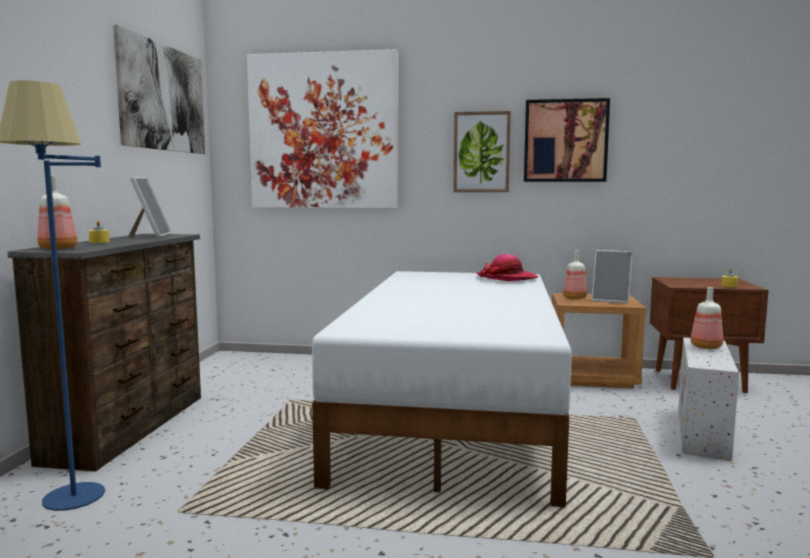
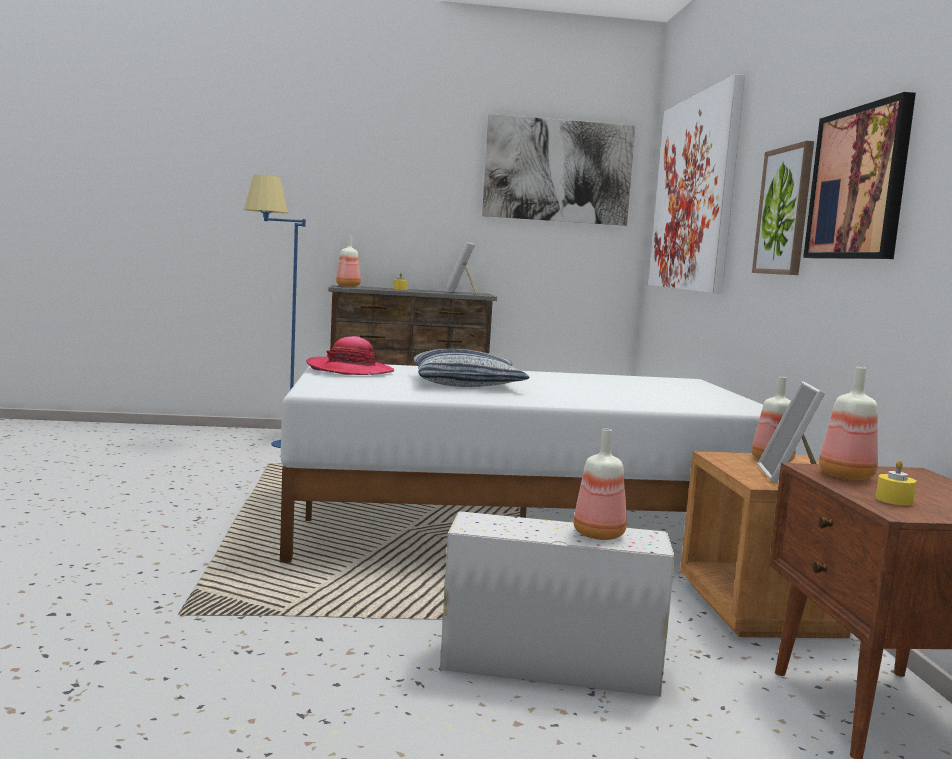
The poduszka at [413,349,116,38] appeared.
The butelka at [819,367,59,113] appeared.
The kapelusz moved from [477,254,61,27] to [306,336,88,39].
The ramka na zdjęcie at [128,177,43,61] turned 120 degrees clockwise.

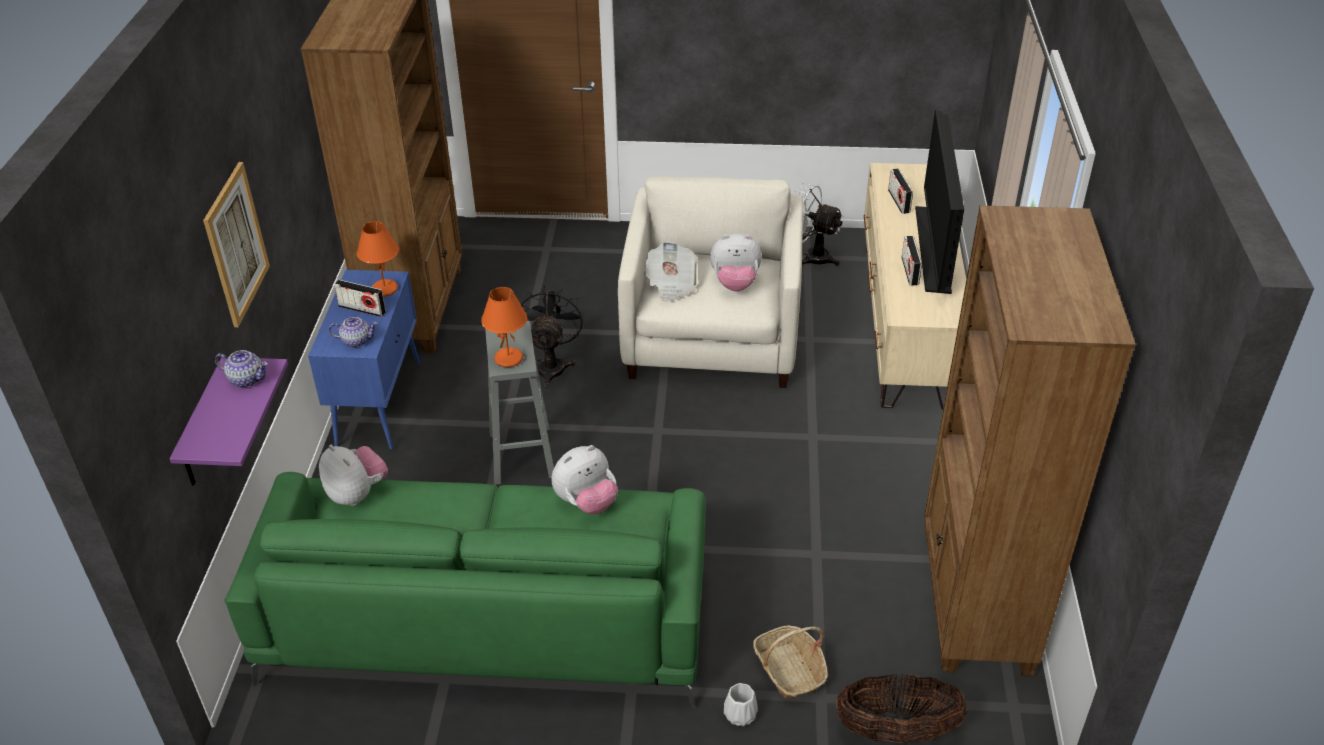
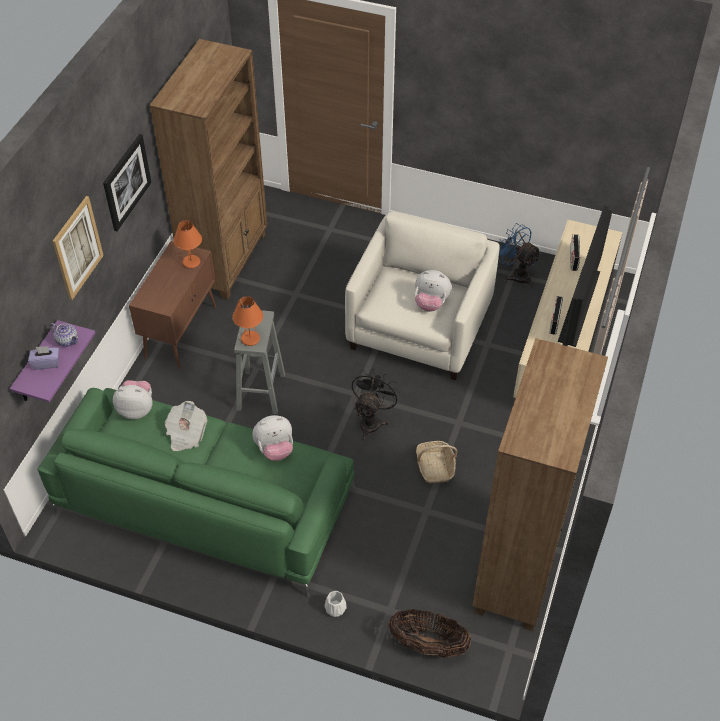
The imbryk at [329,317,49,30] disappeared.
The radio at [334,280,52,37] disappeared.
The pudełko chusteczek (fioletowy) at [28,346,31,24] appeared.
The obraz at [103,134,49,97] appeared.
The wentylator (czarny) moved from [521,285,63,103] to [352,368,49,72].
The gazeta moved from [644,241,54,61] to [165,401,42,50].
The koszyk moved from [753,625,75,74] to [416,441,41,42].
The szafka (niebieski) at [308,270,113,180] became the szafka (brązowy) at [129,241,87,128].
The wentylator (biały) at [794,183,50,83] became the wentylator (niebieski) at [498,223,43,64].
The pluszak at [319,445,69,61] turned 60 degrees counterclockwise.

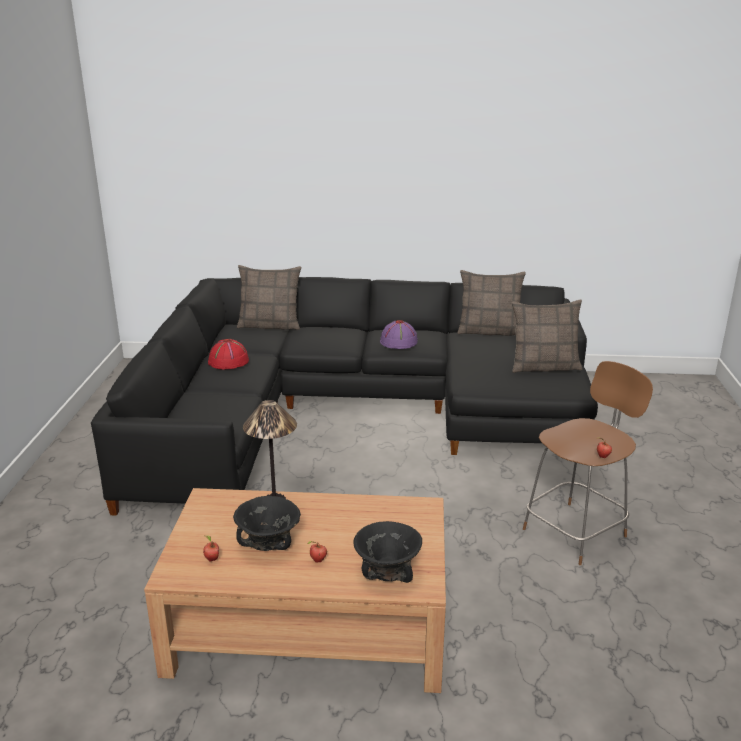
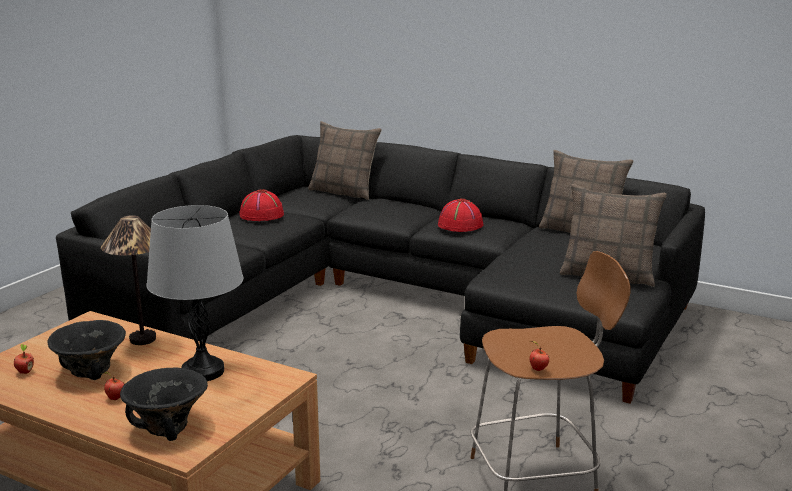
The lampa stołowa (szary) at [147,205,97,176] appeared.
The kapelusz (fioletowy) at [380,320,38,29] became the kapelusz (czerwony) at [438,199,45,33].

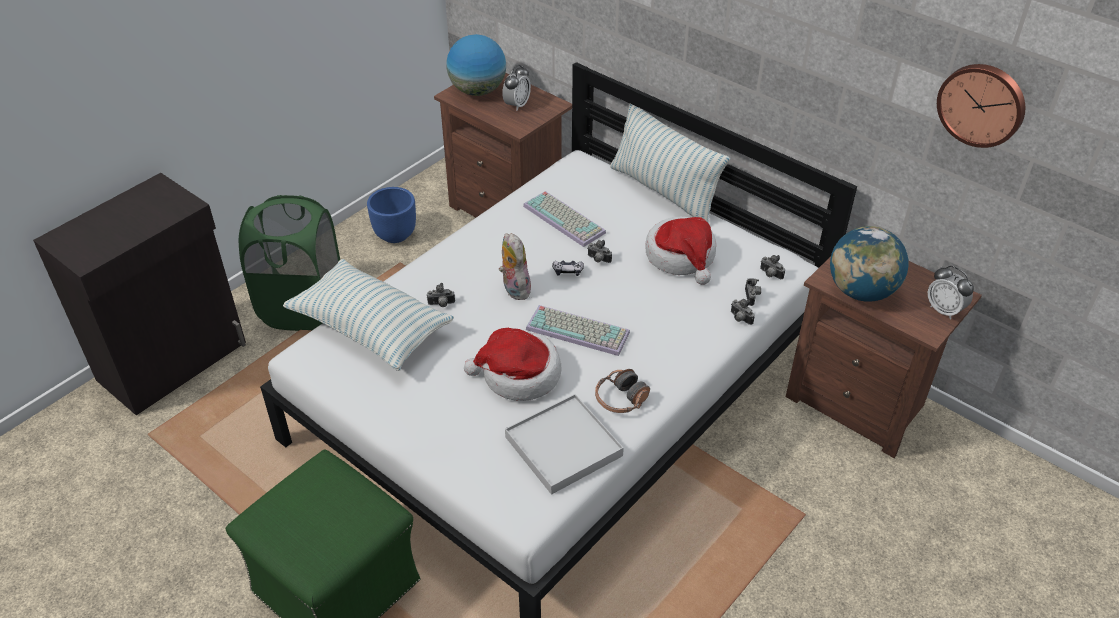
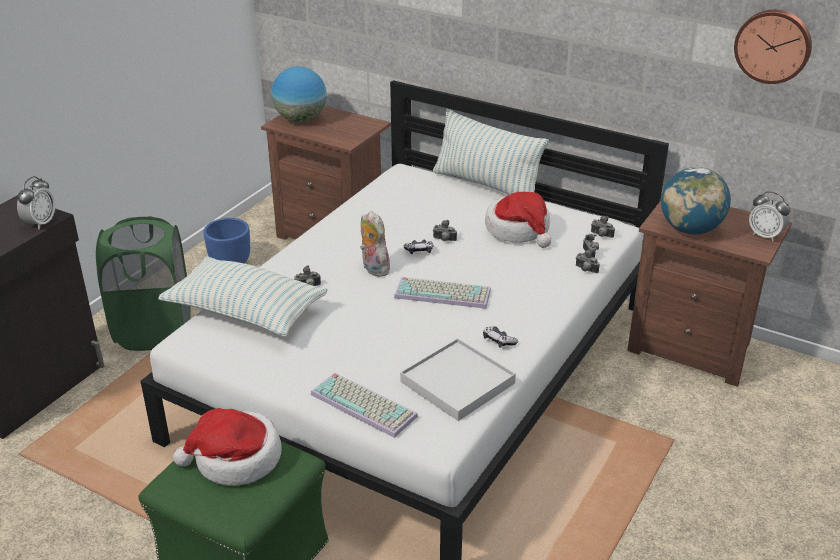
The kapelusz moved from [464,328,97,73] to [173,408,109,78].
The budzik moved from [502,65,29,46] to [17,176,38,54].
The klawiatura moved from [523,191,83,56] to [311,373,107,65].
The słuchawki at [595,369,55,44] was replaced by the pad do gier at [483,326,35,22].

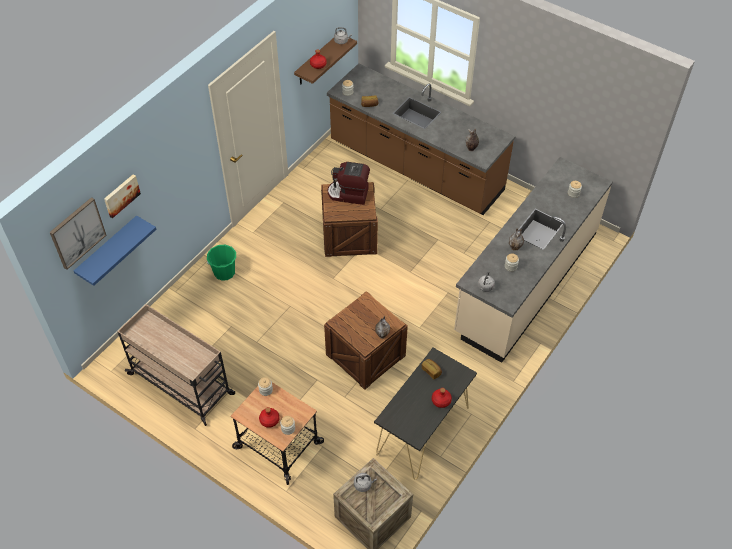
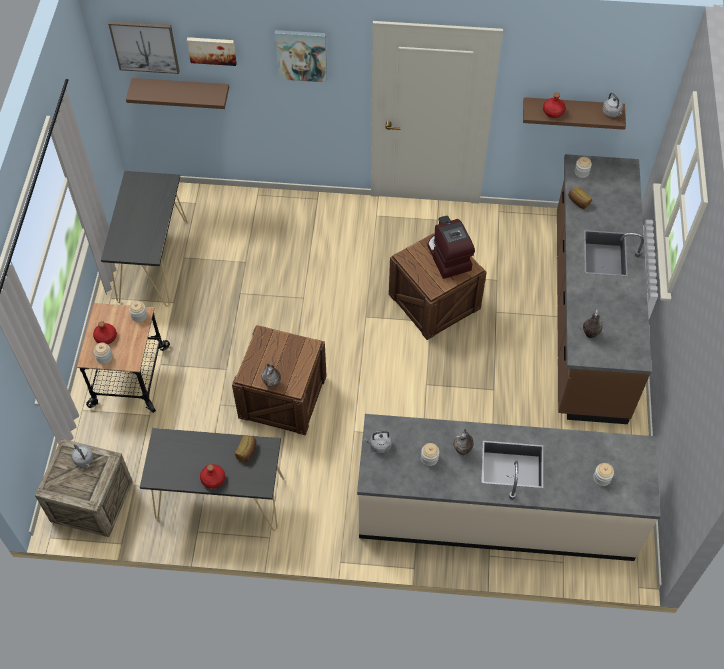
The wiadro (zielony) at [207,244,29,37] disappeared.
The obraz at [275,30,52,53] appeared.
The wózek (beżowy) at [117,304,118,122] was replaced by the stolik konsolowy (czarny) at [101,171,87,136].
The półka (niebieski) at [74,215,82,71] became the półka (brązowy) at [126,78,103,31].

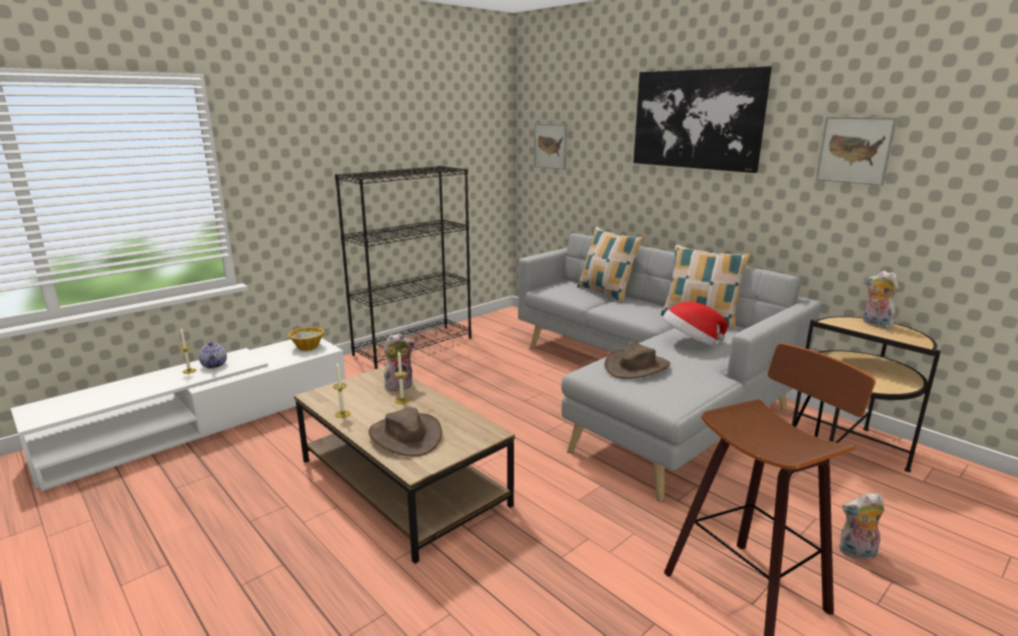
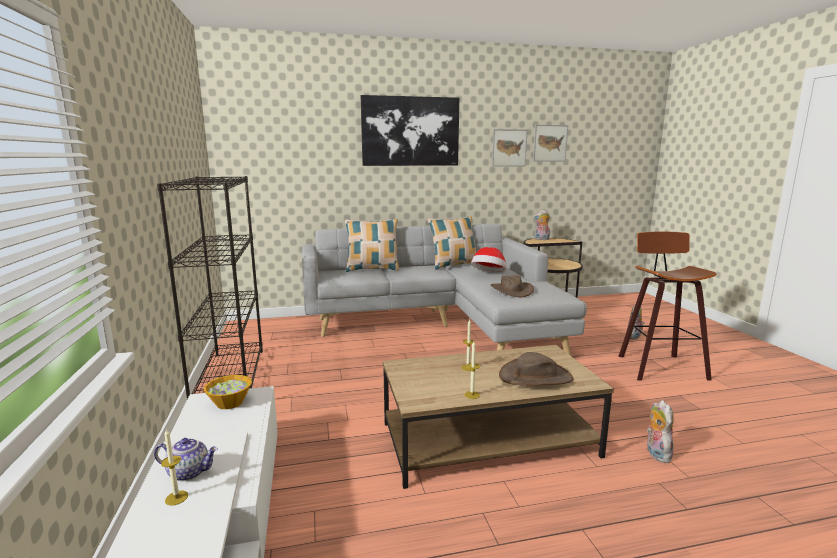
The pluszak moved from [384,333,31,58] to [647,400,27,63].
The obraz moved from [534,123,33,47] to [533,125,35,36].

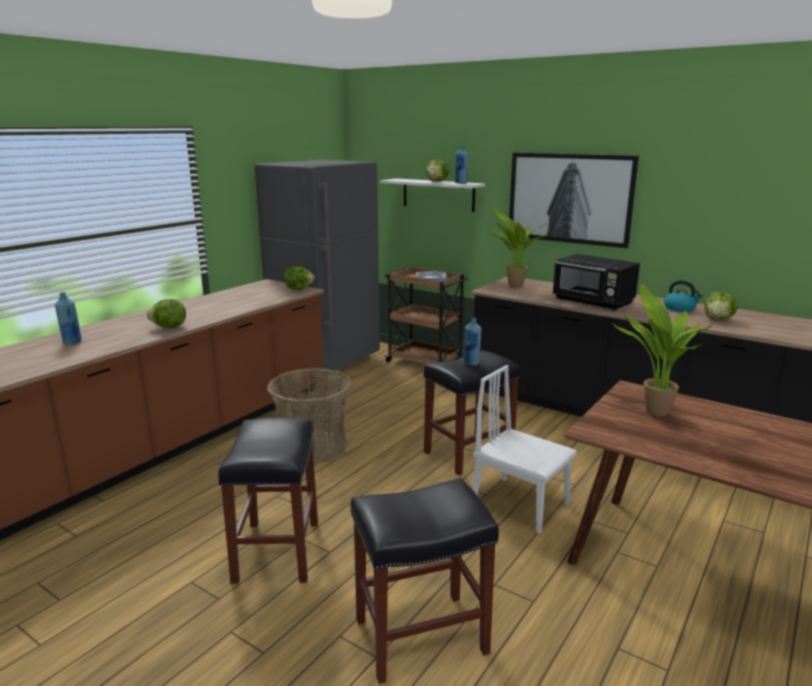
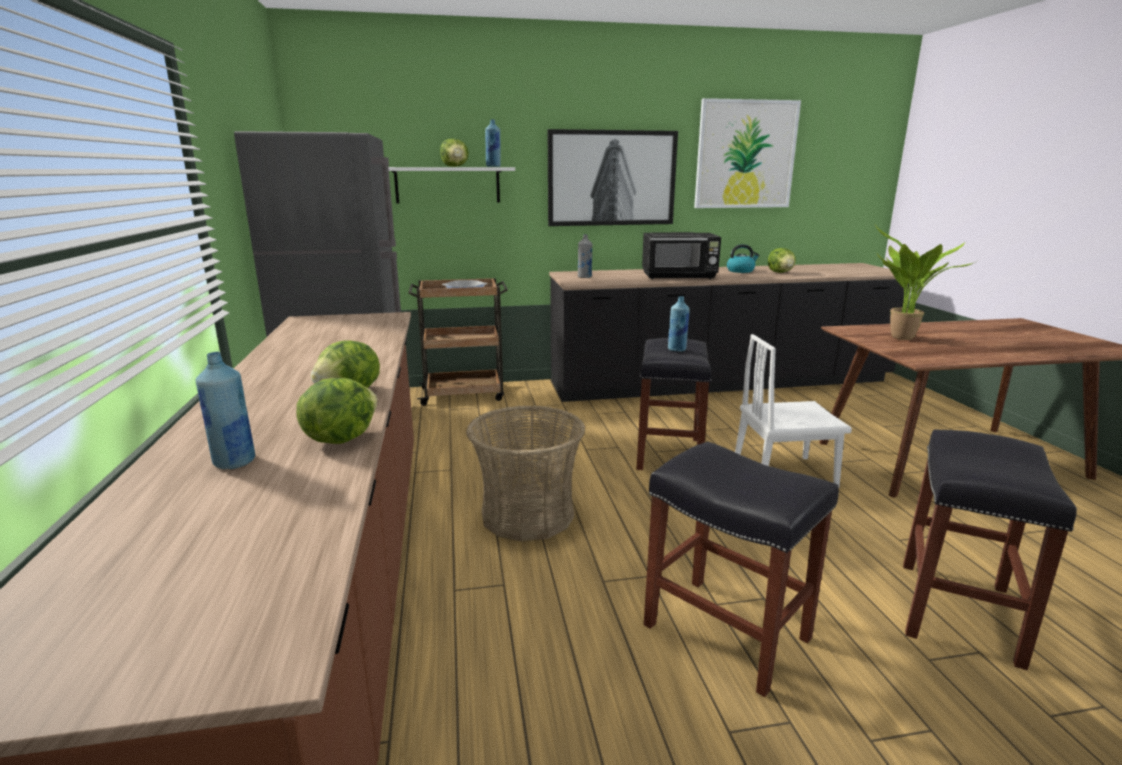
The obraz at [694,98,107,110] appeared.
The sałata moved from [284,266,31,24] to [297,378,81,66].
The roślina doniczkowa at [488,207,60,80] was replaced by the butelka (szary) at [578,234,14,44].

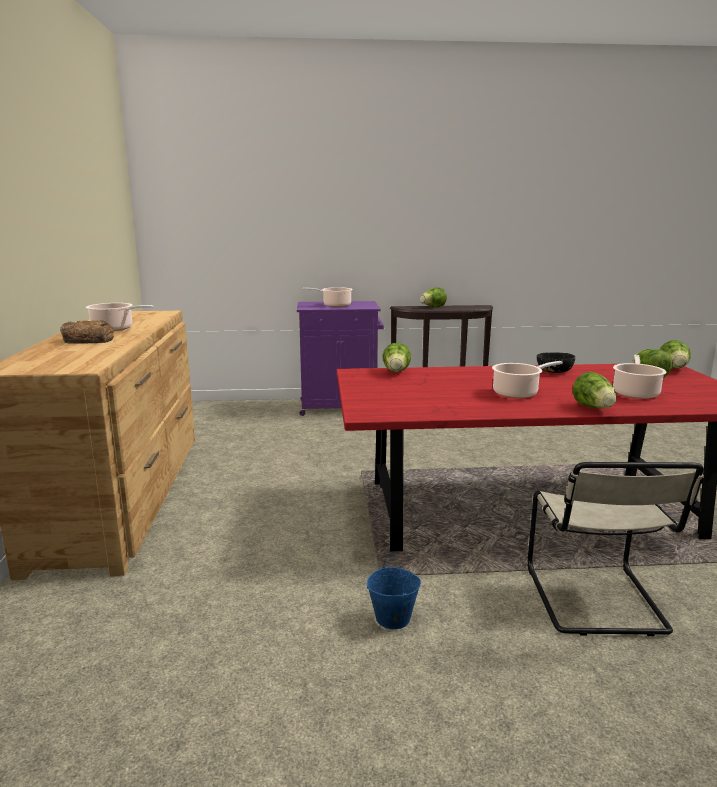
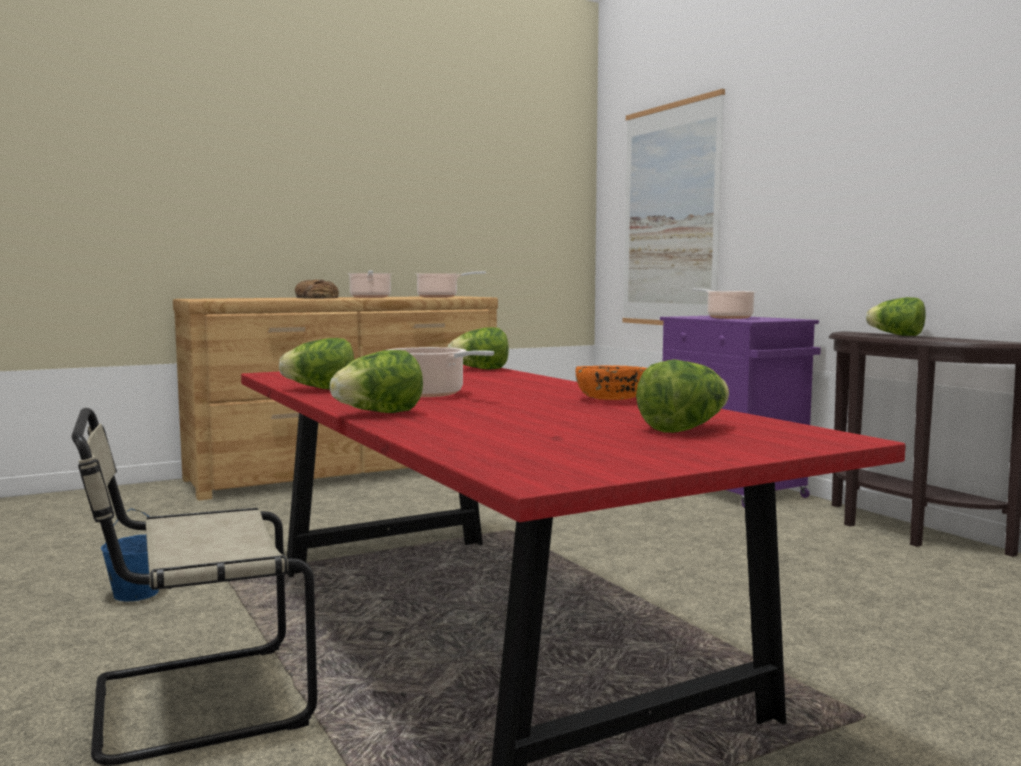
The obraz at [622,89,103,236] appeared.
The garnek moved from [613,355,53,44] to [417,271,69,27].
The sałata moved from [660,340,31,29] to [279,338,75,52].
The miska (czarny) at [537,352,38,21] became the miska (pomarańczowy) at [576,365,71,35].

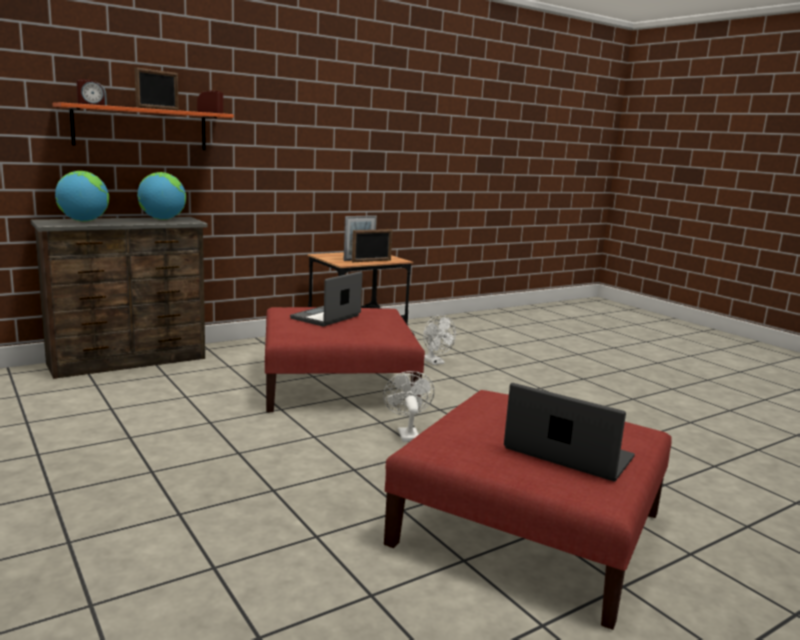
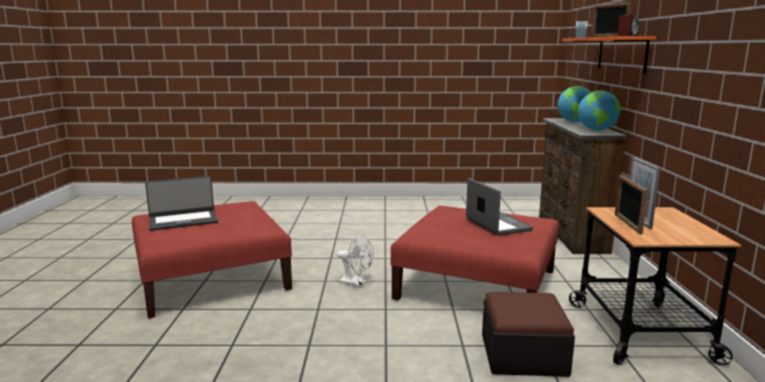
The wentylator (biały) at [423,315,33,50] was replaced by the pufa at [482,292,93,85].

